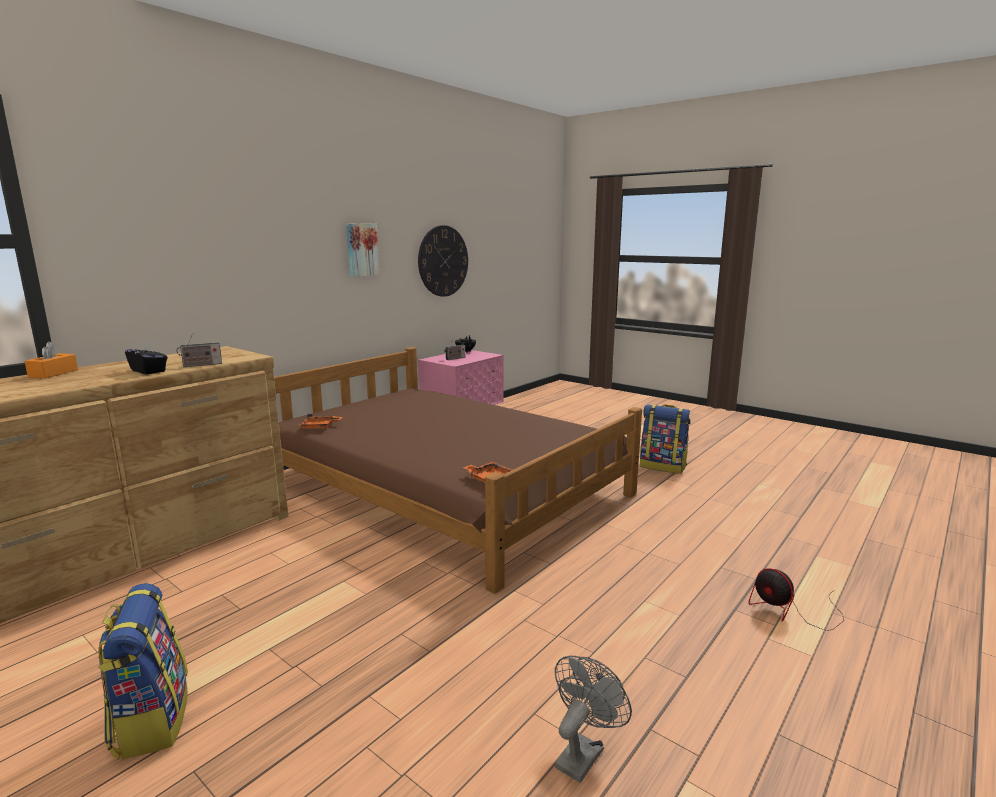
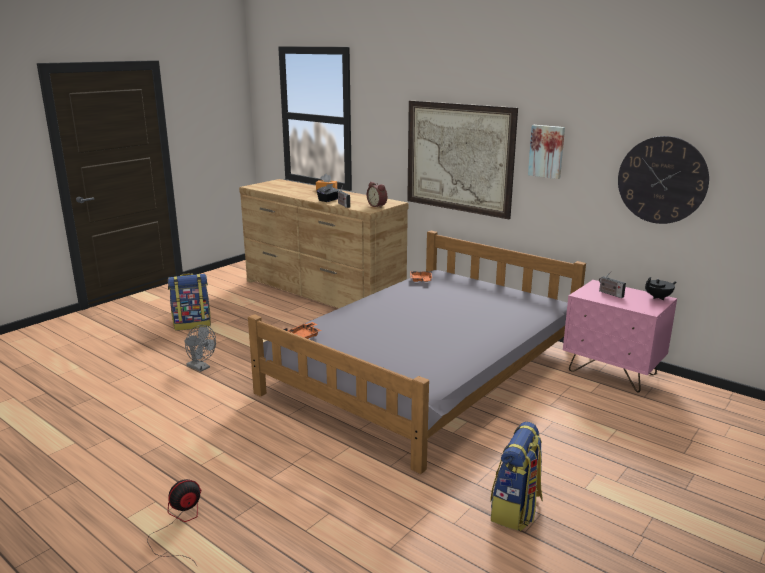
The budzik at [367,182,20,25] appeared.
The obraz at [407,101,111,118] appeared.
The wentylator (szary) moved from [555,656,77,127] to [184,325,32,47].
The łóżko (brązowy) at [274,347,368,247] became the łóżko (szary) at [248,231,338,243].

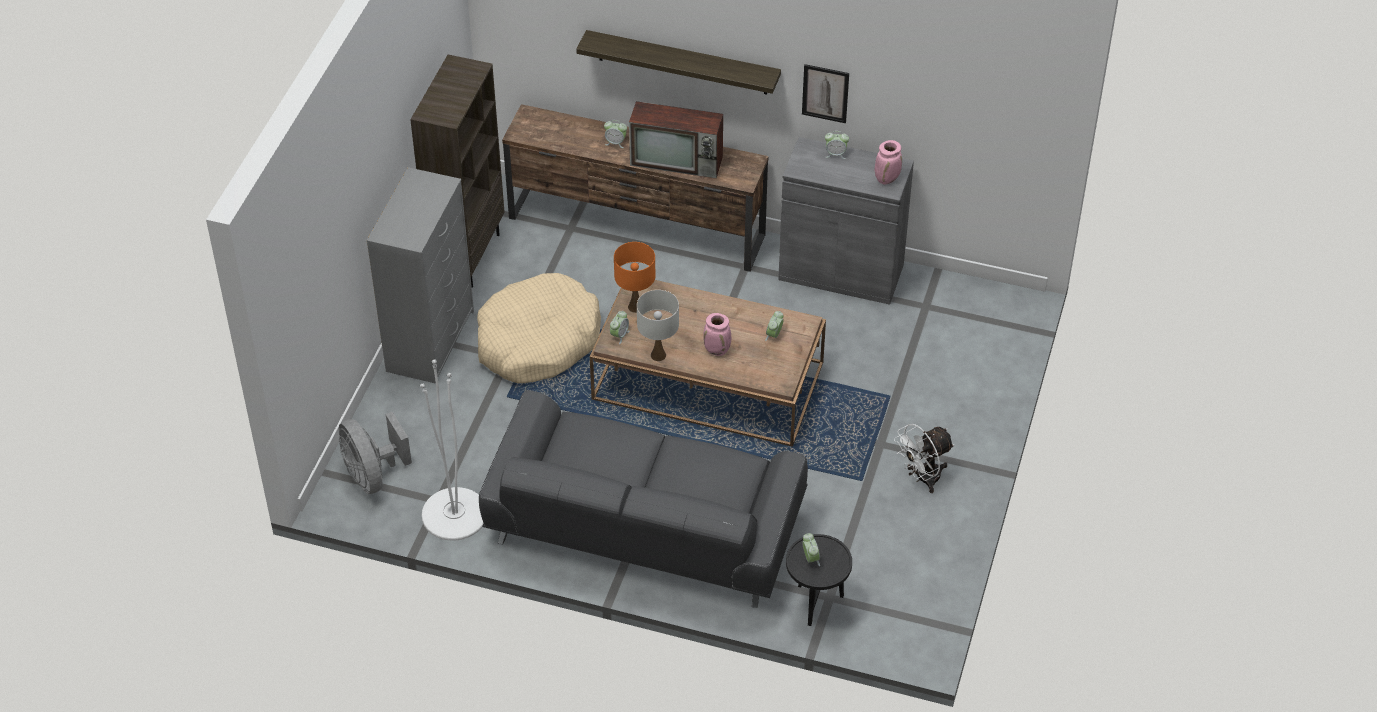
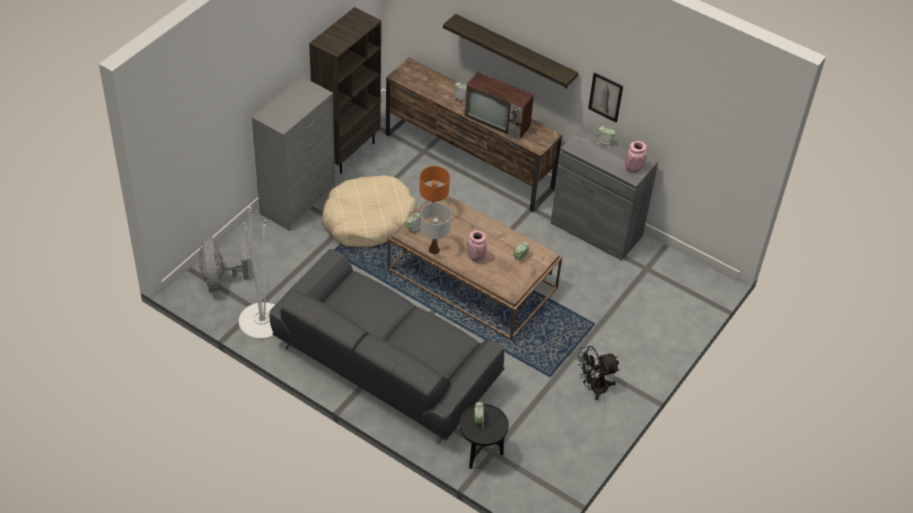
The wentylator (biały) at [894,424,60,69] became the wentylator (czarny) at [578,346,41,54].

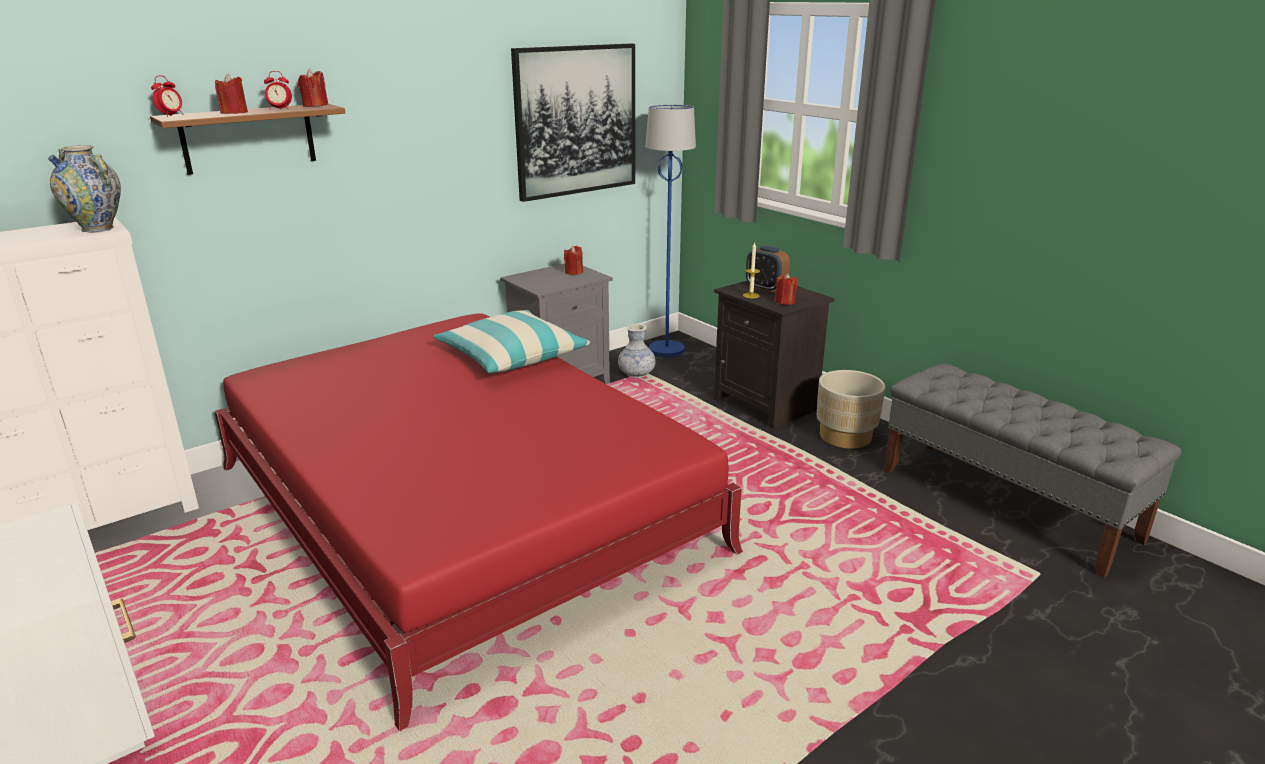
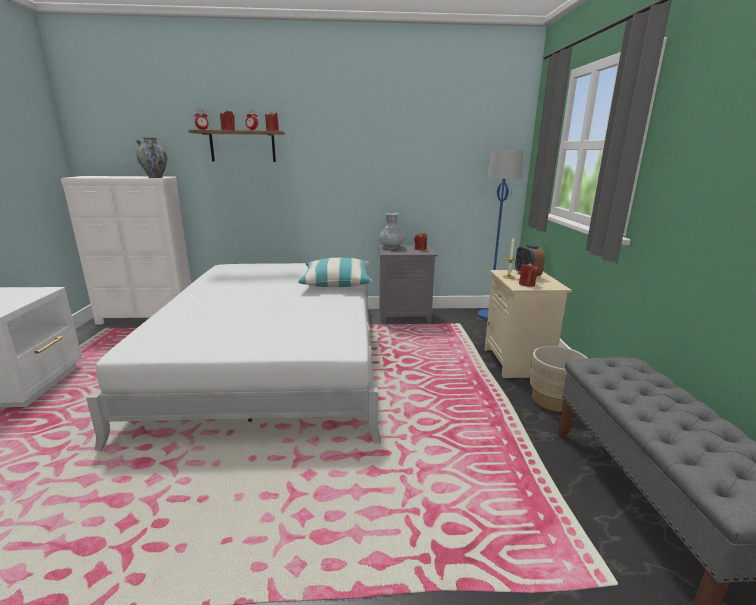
The obraz at [511,44,124,158] disappeared.
The wazon moved from [618,324,38,54] to [379,213,25,36].
The łóżko (czerwony) at [214,313,529,418] became the łóżko (biały) at [86,263,295,187].
The szafka nocna (czarny) at [714,281,121,148] became the szafka nocna (beżowy) at [485,270,87,108].

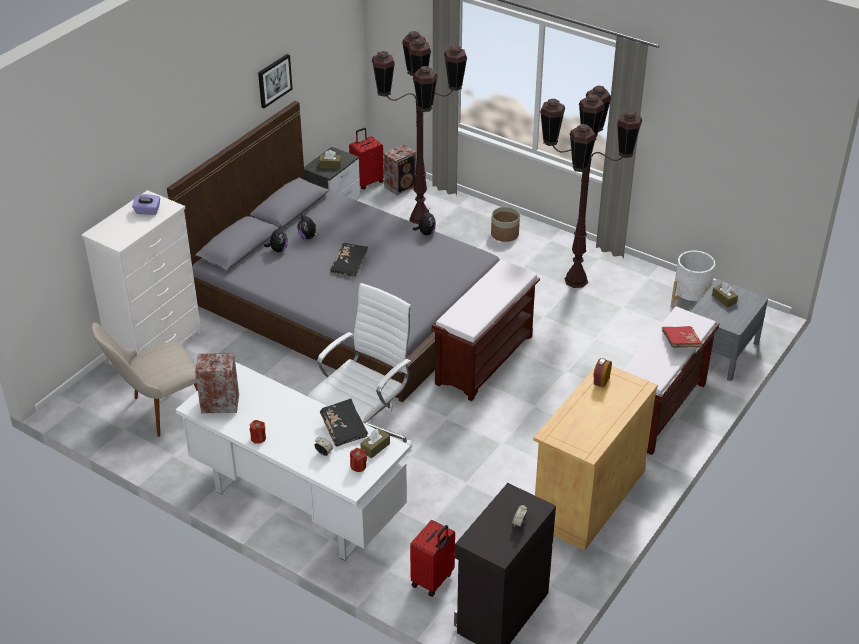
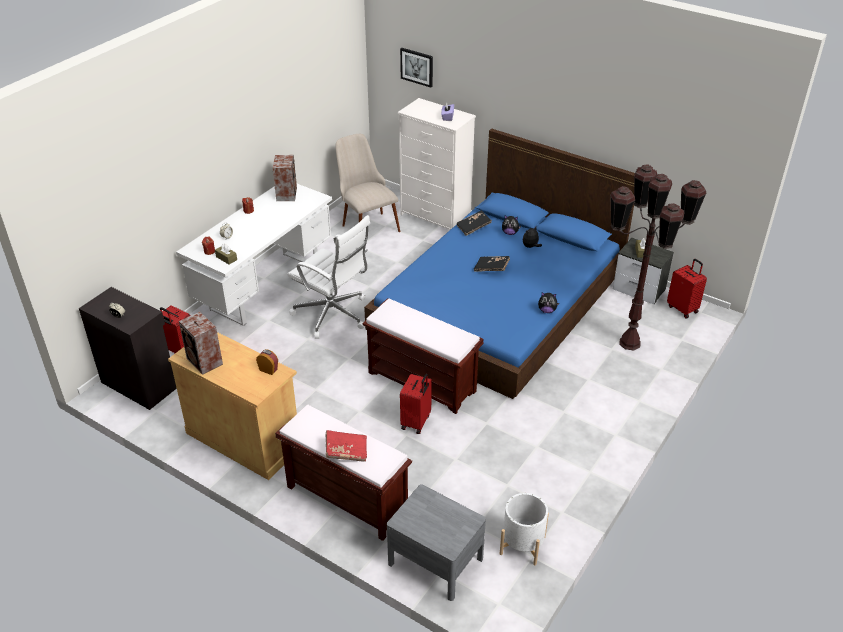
The donica at [491,207,29,35] disappeared.
The lampa stojąca (brązowy) at [540,86,102,202] disappeared.
The pudełko chusteczek (brązowy) at [712,283,26,25] disappeared.
The walizka (czerwony) at [400,373,32,61] appeared.
The obraz moved from [258,54,35,54] to [400,48,33,39].
The książka (czarny) moved from [320,399,48,48] to [457,211,35,25].
The głośnik moved from [384,144,32,51] to [179,312,44,63].
The łóżko (szary) at [167,101,332,301] became the łóżko (niebieski) at [364,128,271,271].

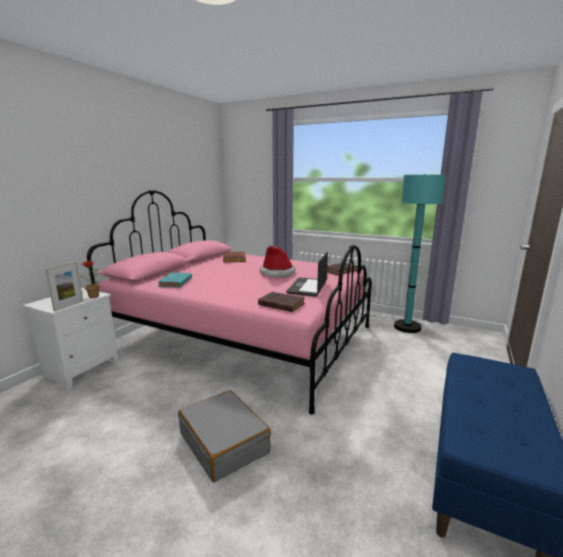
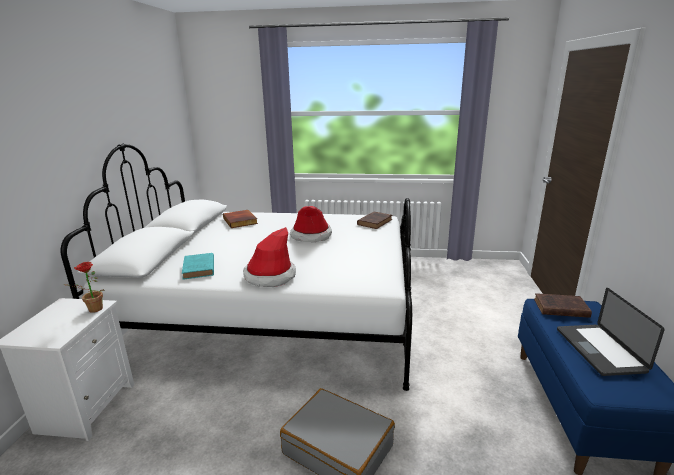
The ramka na zdjęcie at [45,262,38,49] disappeared.
The lampa stojąca (turkusowy) at [394,174,52,159] disappeared.
The kapelusz at [243,227,53,60] appeared.
The książka (brązowy) moved from [258,292,47,20] to [534,293,58,25].
The laptop moved from [286,252,42,45] to [557,288,108,88].
The łóżko (różowy) at [87,190,285,225] became the łóżko (biały) at [60,144,352,247].

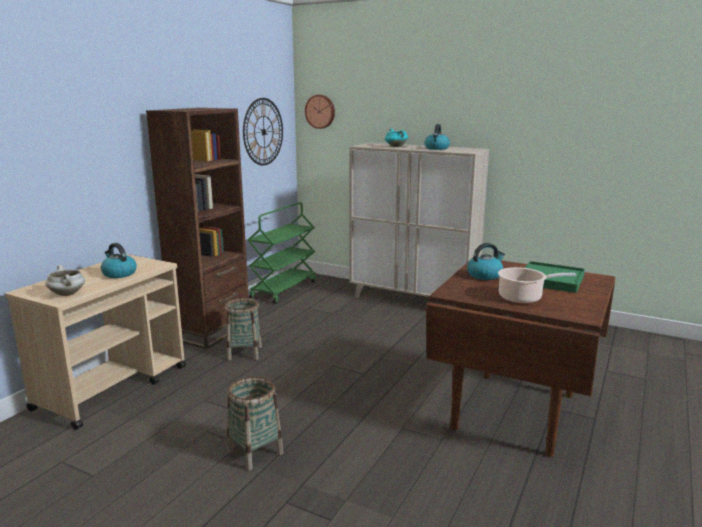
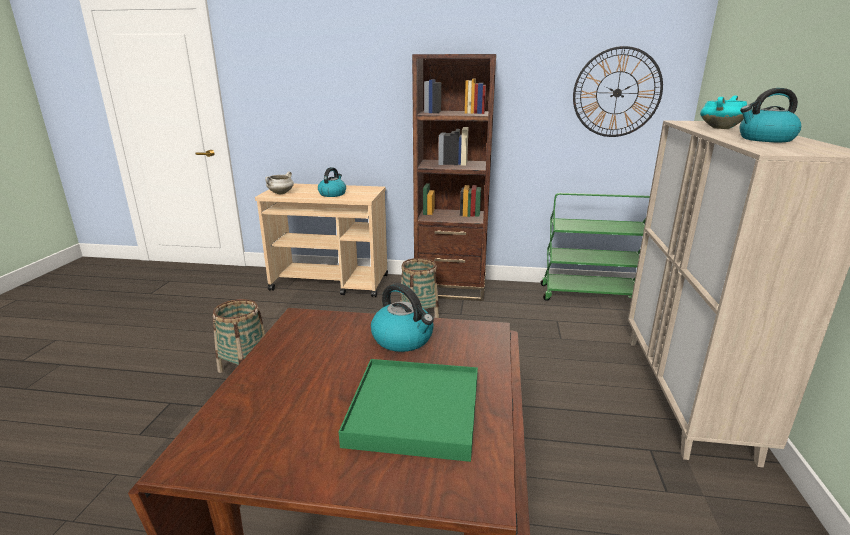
The zegar ścienny at [305,95,30,34] disappeared.
The garnek at [498,267,78,37] disappeared.

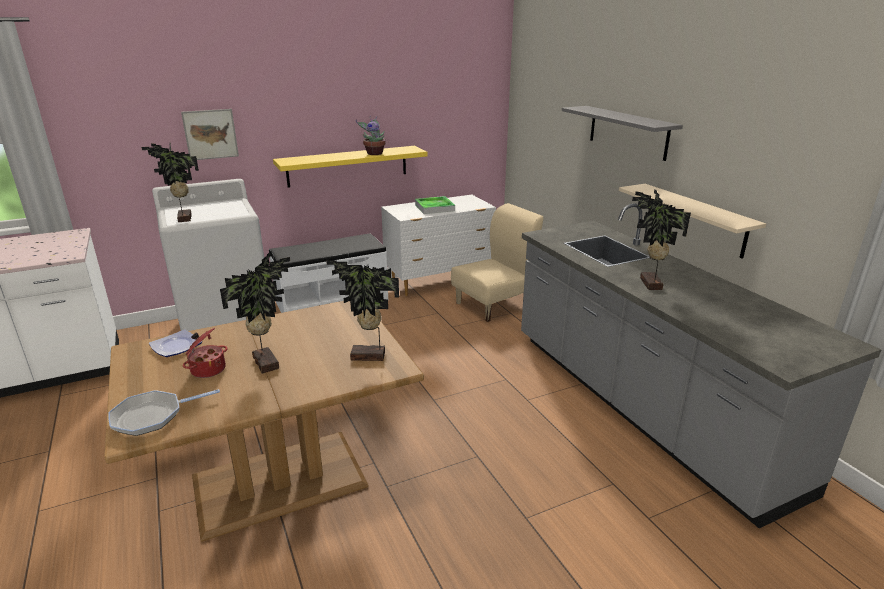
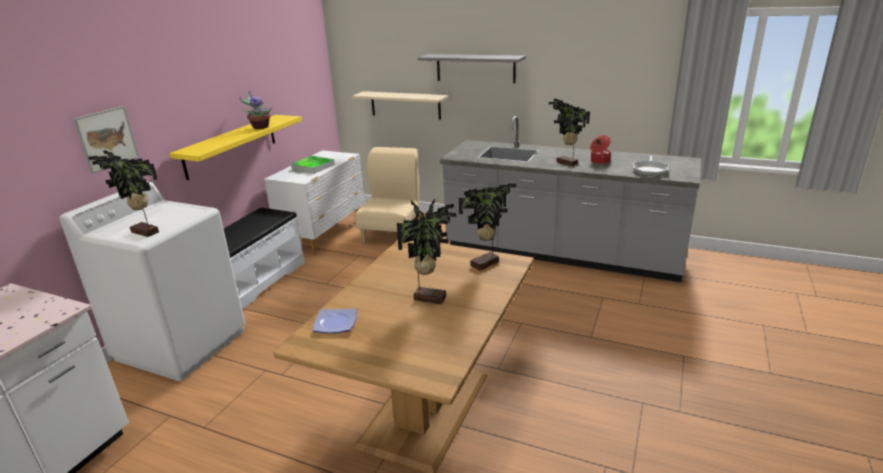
The patelnia moved from [108,389,112,47] to [633,155,36,21].
The garnek moved from [183,328,45,50] to [590,135,21,29].
The półka (beżowy) moved from [619,184,147,75] to [352,91,97,29].

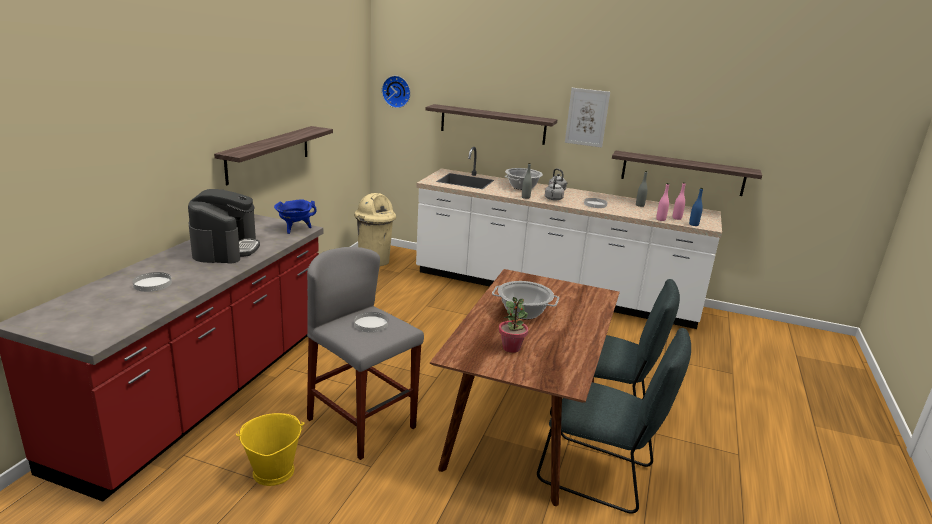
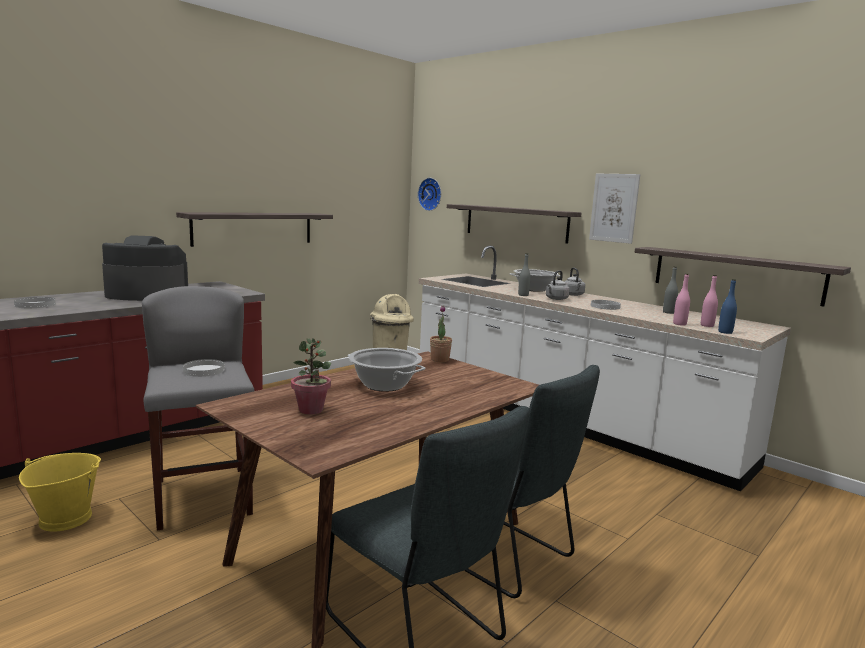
The garnek (niebieski) at [274,199,43,35] disappeared.
The roślina doniczkowa at [430,305,22,57] appeared.
The ekspres do kawy at [188,189,72,75] turned 120 degrees counterclockwise.

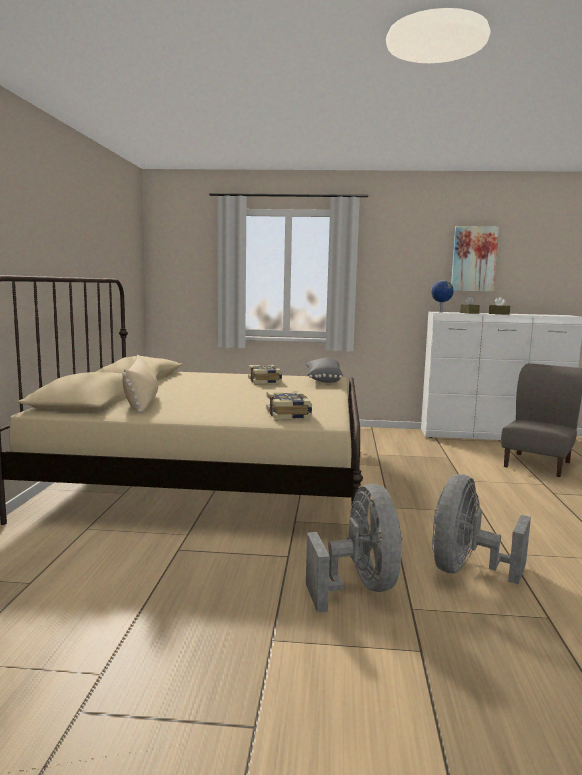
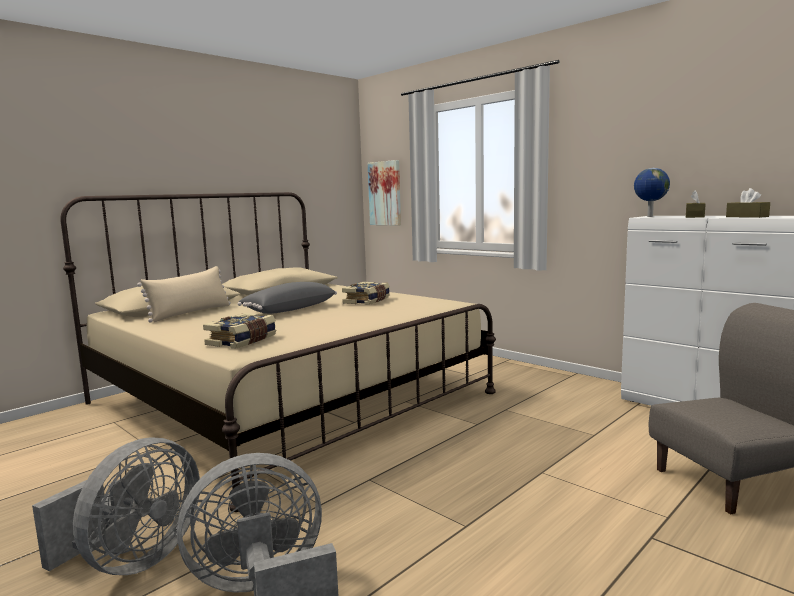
The poduszka (szary) moved from [306,357,37,26] to [237,282,100,32].
The obraz moved from [451,226,48,66] to [368,160,33,66].

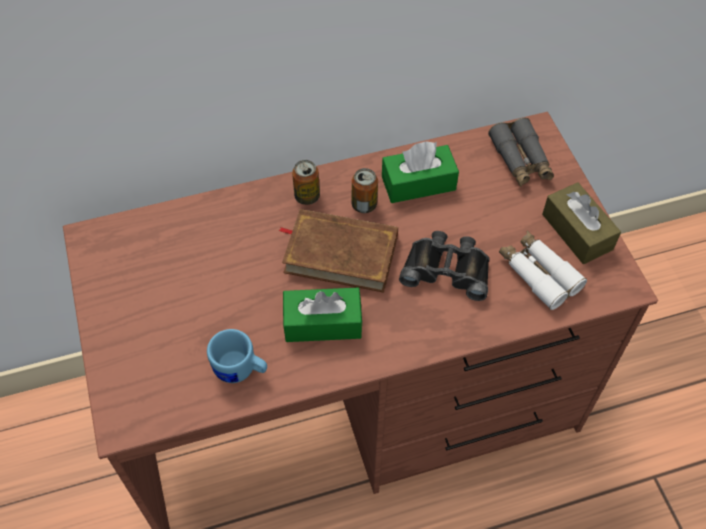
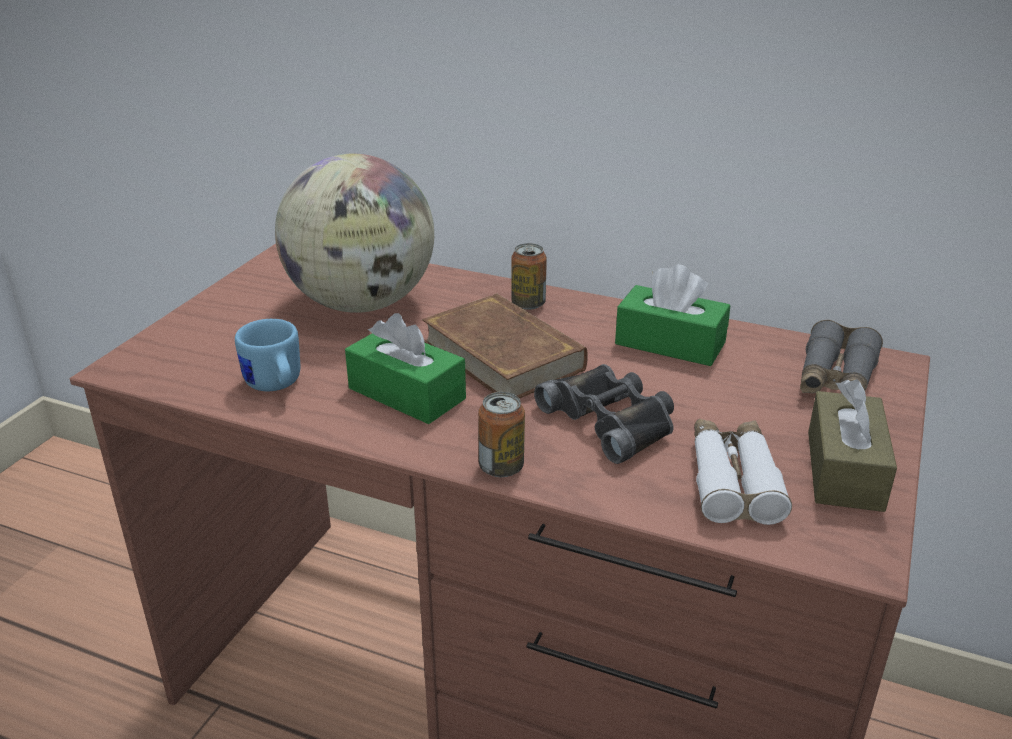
The globus at [275,154,159,159] appeared.
The puszka moved from [351,168,27,45] to [478,392,47,85].

